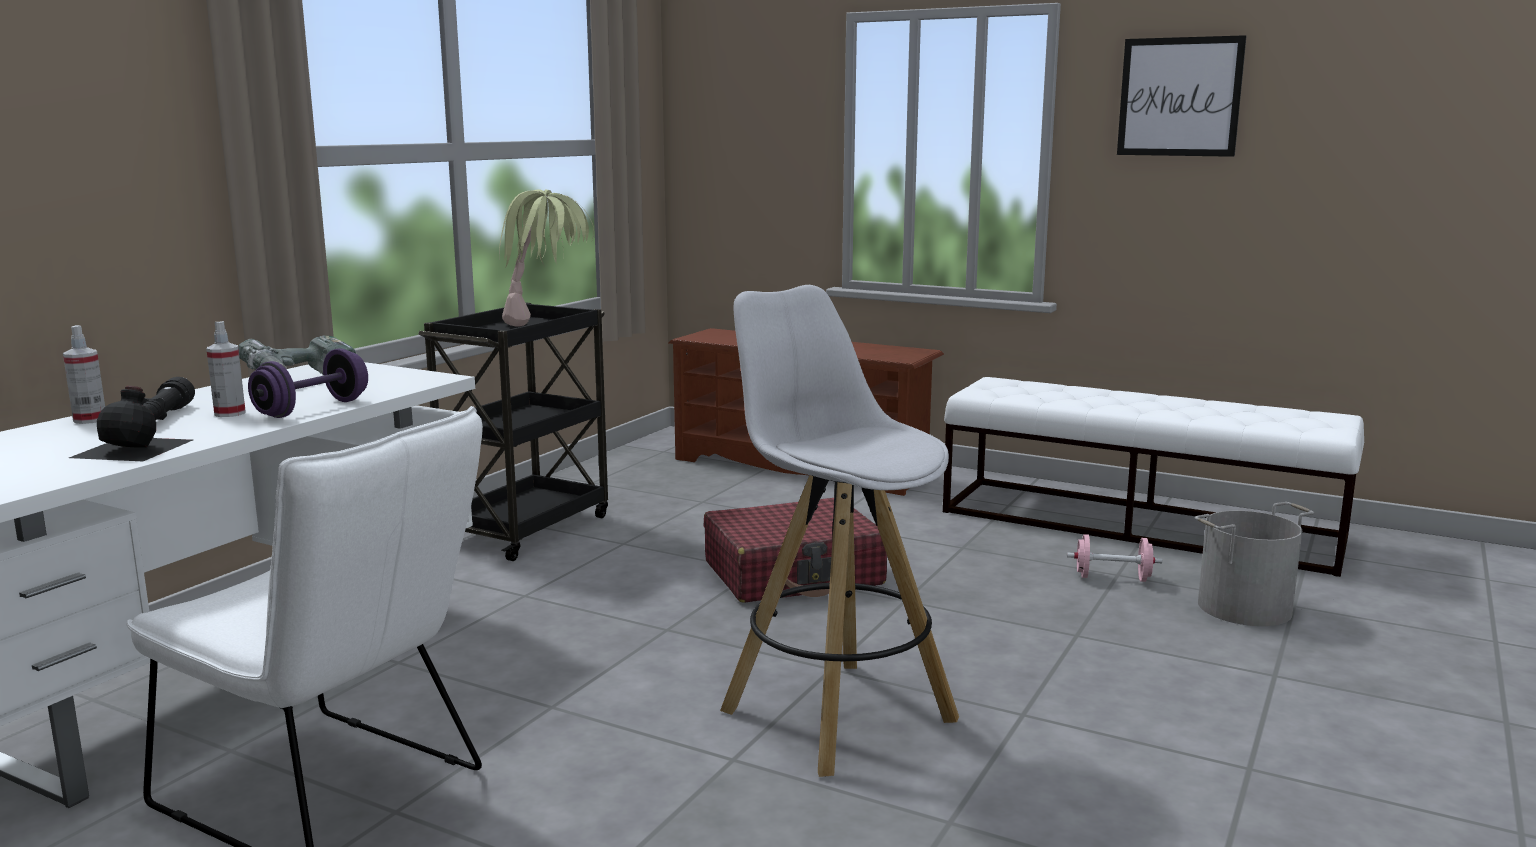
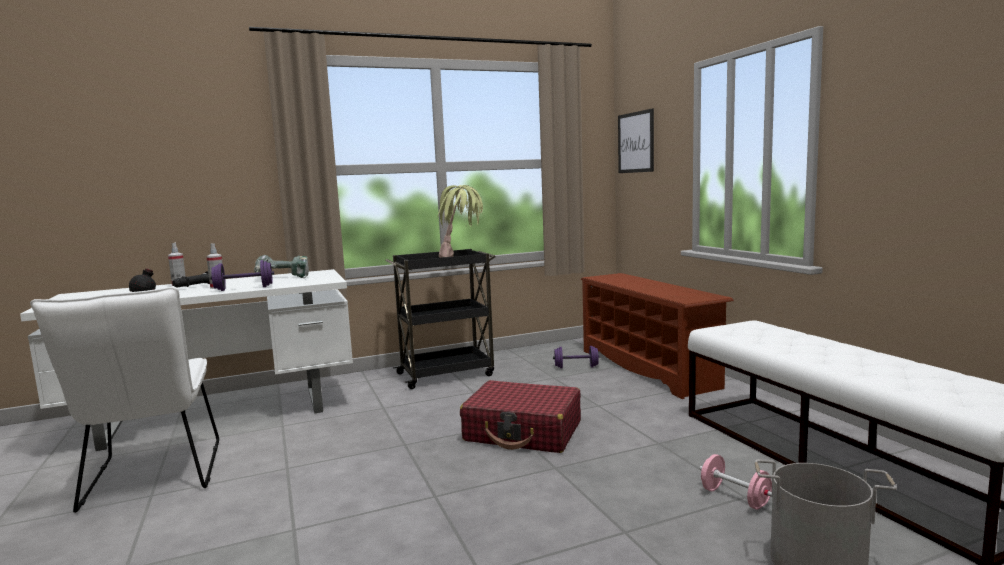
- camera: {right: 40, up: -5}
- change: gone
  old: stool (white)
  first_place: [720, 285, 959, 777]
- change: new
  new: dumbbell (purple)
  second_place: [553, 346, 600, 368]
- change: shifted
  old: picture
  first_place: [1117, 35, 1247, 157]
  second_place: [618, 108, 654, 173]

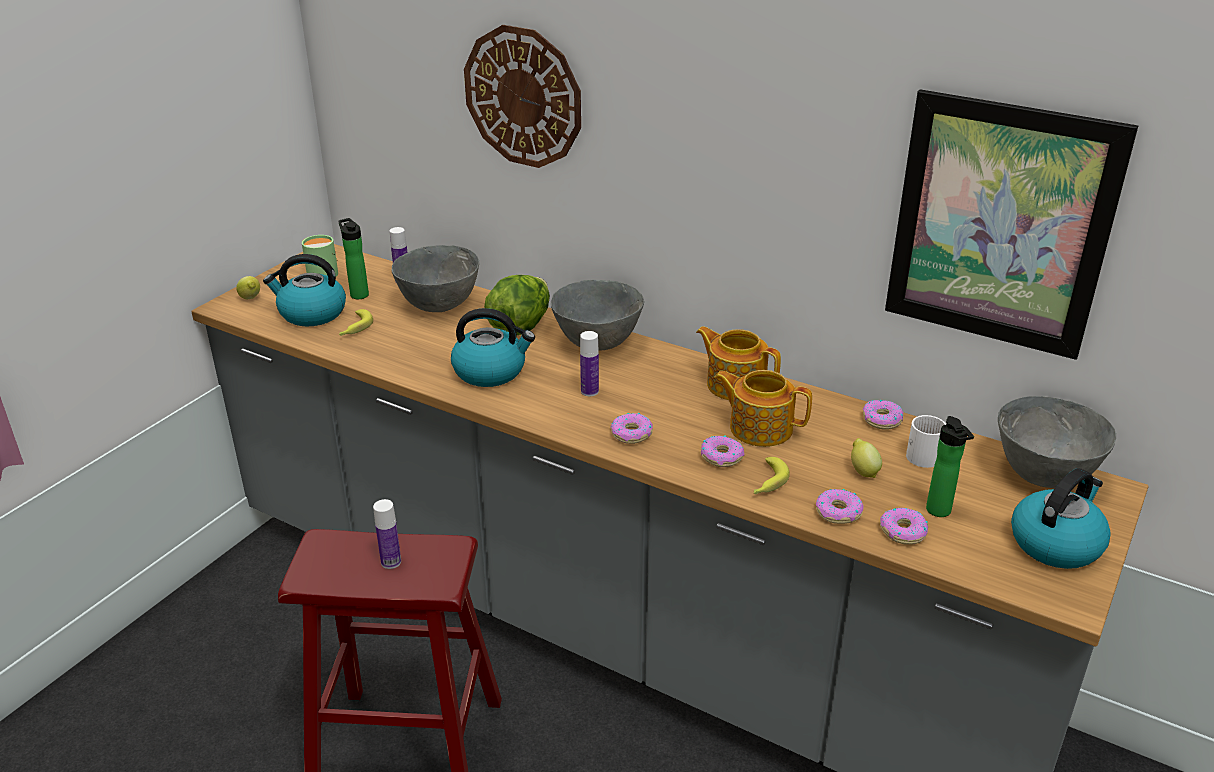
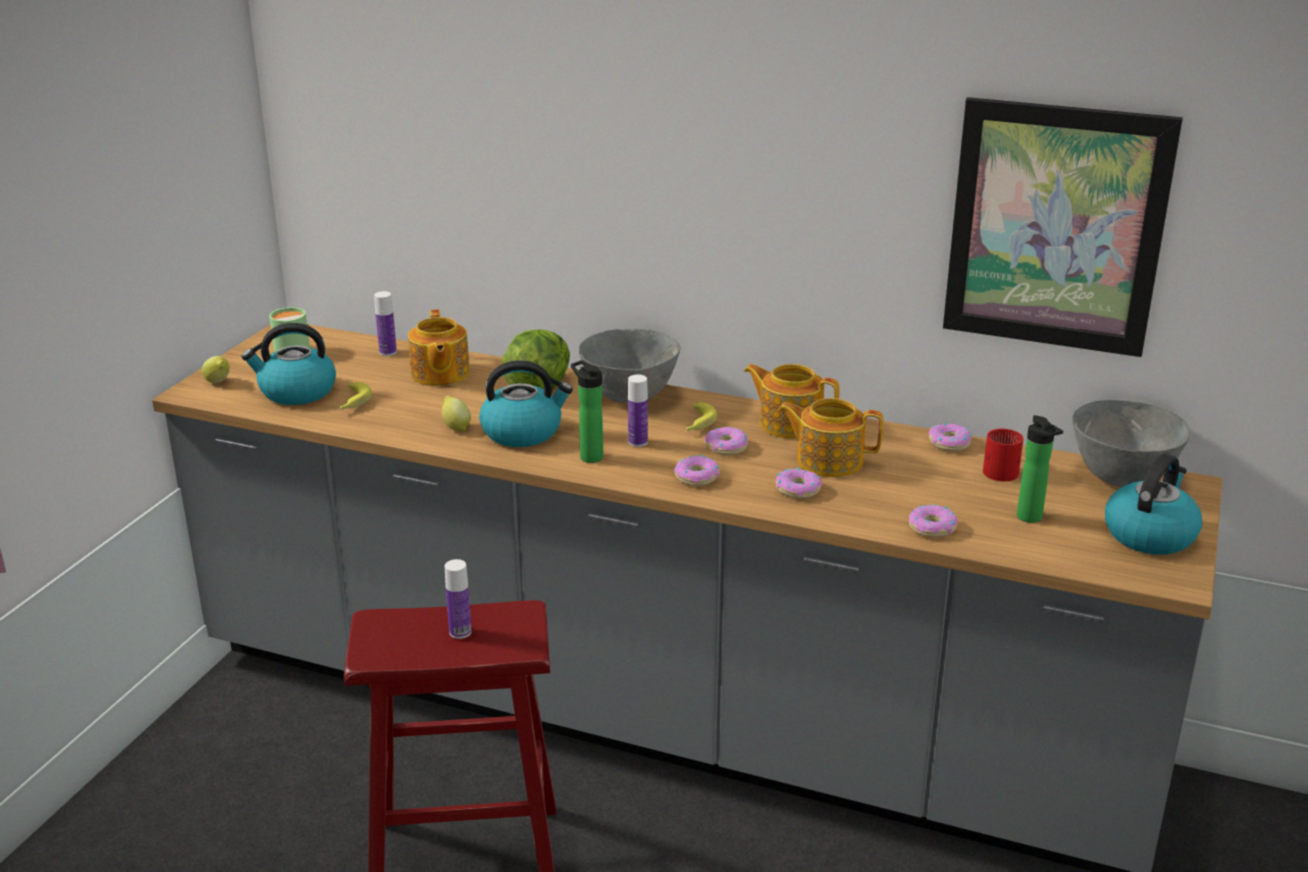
- camera: {right: -10, up: -5}
- change: gone
  old: wall clock
  first_place: [464, 25, 581, 168]
- change: shifted
  old: bottle
  first_place: [338, 218, 369, 299]
  second_place: [571, 360, 603, 463]
- change: shifted
  old: banana
  first_place: [754, 457, 790, 494]
  second_place: [686, 402, 717, 431]
- change: shifted
  old: lemon
  first_place: [851, 438, 882, 478]
  second_place: [442, 396, 471, 431]
- change: shifted
  old: donut
  first_place: [880, 508, 928, 545]
  second_place: [705, 427, 748, 455]
- change: swapped
  old: bowl (grey)
  new: teapot
  first_place: [392, 245, 479, 312]
  second_place: [408, 310, 470, 386]
- change: repainted
  old: mug (white)
  new: mug (red)
  first_place: [906, 415, 946, 468]
  second_place: [983, 429, 1023, 482]

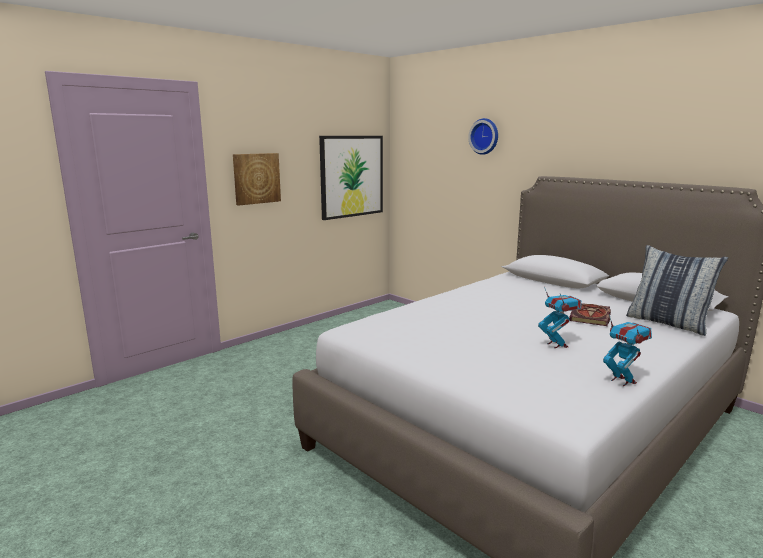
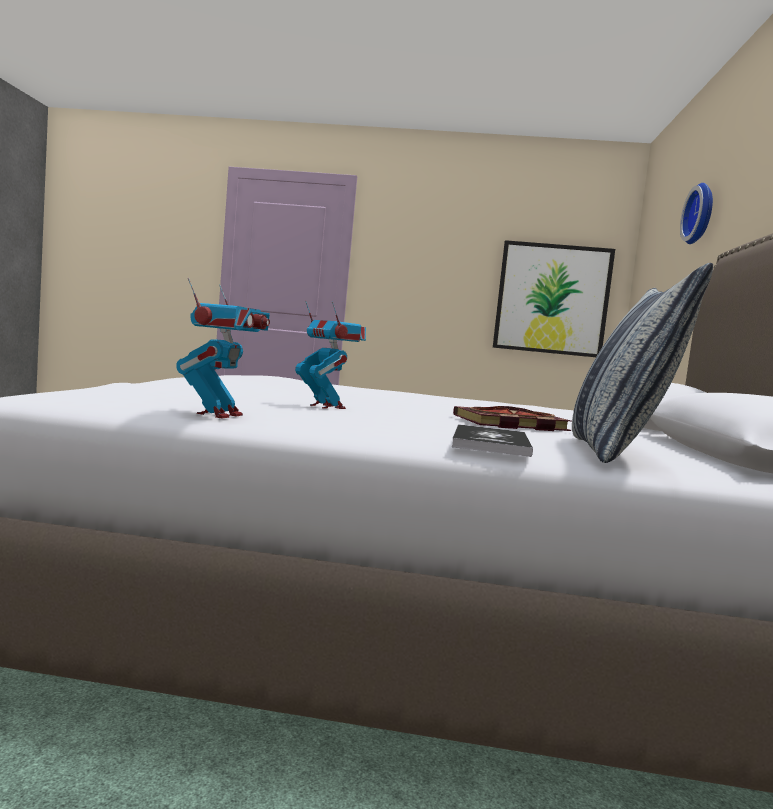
- camera: {right: 50, up: -10}
- change: gone
  old: picture
  first_place: [233, 153, 281, 206]
- change: new
  new: book
  second_place: [452, 424, 533, 457]
- change: rotated
  old: toy robot
  first_place: [538, 287, 581, 348]
  second_place: [295, 301, 366, 409]
  degrees: -75

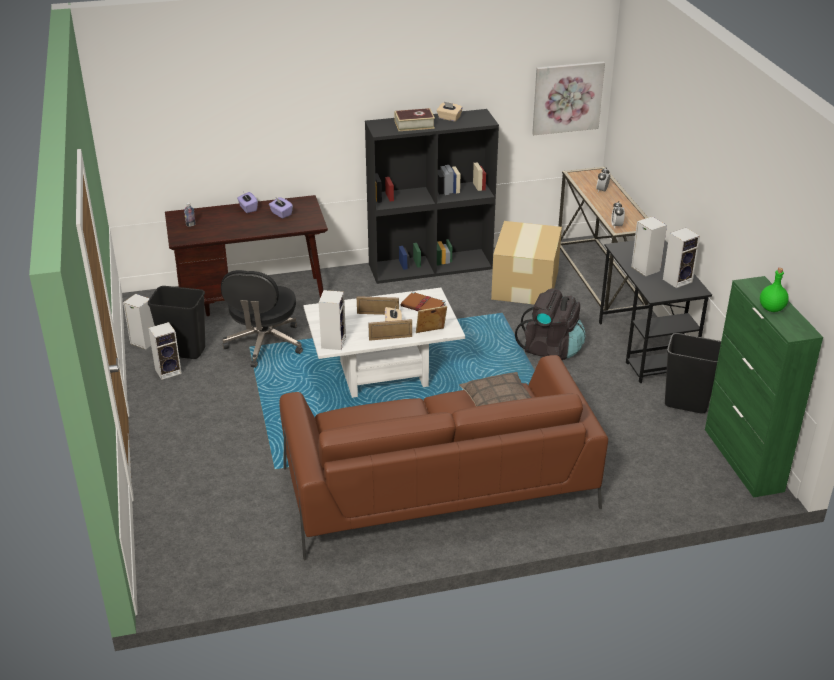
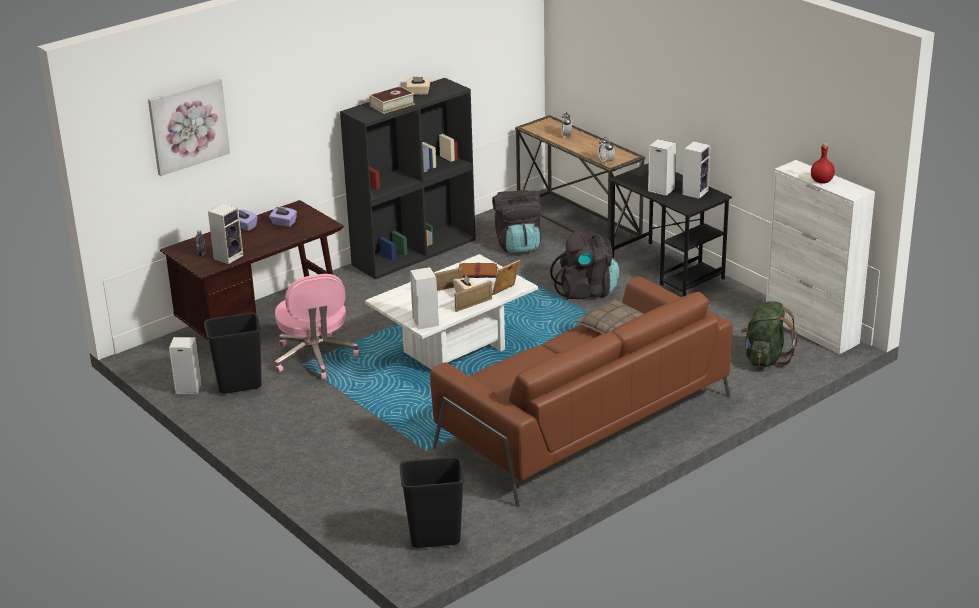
- camera: {right: -25, up: -5}
- change: new
  new: backpack (green)
  second_place: [741, 301, 798, 367]
- change: shifted
  old: speaker
  first_place: [148, 322, 182, 380]
  second_place: [208, 203, 243, 264]
- change: shifted
  old: picture
  first_place: [532, 62, 605, 135]
  second_place: [148, 78, 230, 176]
- change: shifted
  old: trash can (black)
  first_place: [665, 333, 721, 413]
  second_place: [400, 457, 465, 548]
- change: swapped
  old: cardboard box
  new: backpack (black)
  first_place: [491, 221, 562, 304]
  second_place: [492, 190, 542, 253]
- change: repainted
  old: office chair (black)
  new: office chair (pink)
  first_place: [221, 270, 303, 368]
  second_place: [275, 274, 359, 379]
- change: repainted
  old: cabinet (green)
  new: cabinet (white)
  first_place: [705, 276, 823, 498]
  second_place: [766, 160, 875, 354]
- change: repainted
  old: bottle (green)
  new: bottle (red)
  first_place: [760, 268, 789, 312]
  second_place: [811, 143, 835, 184]

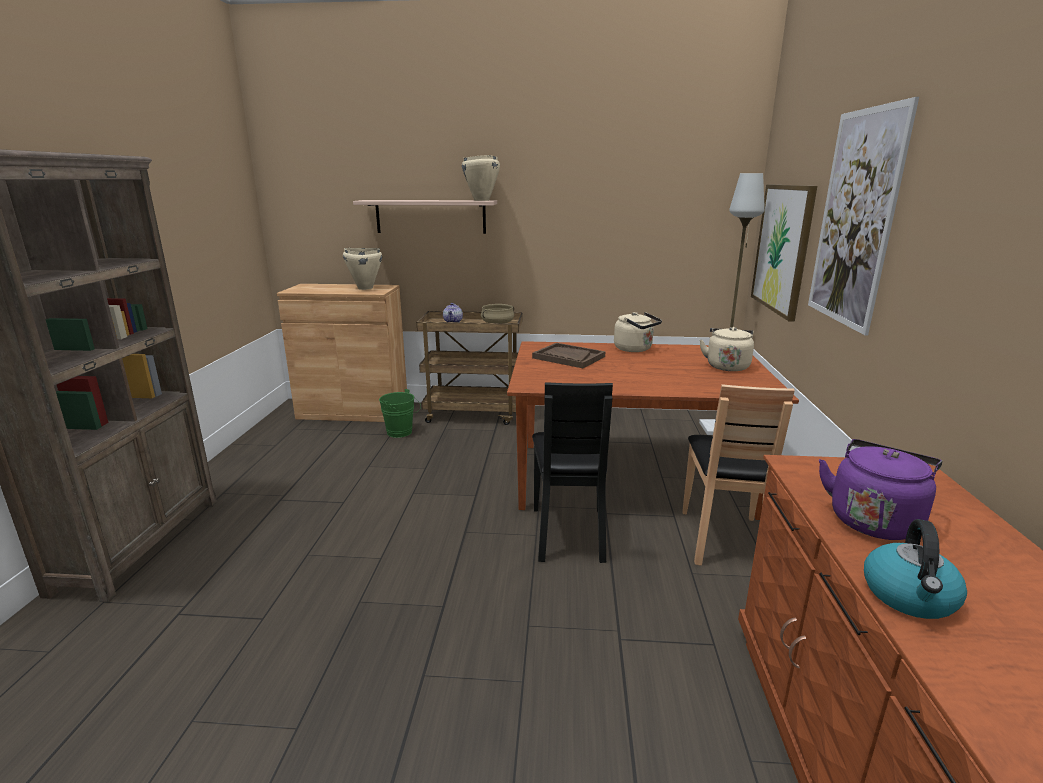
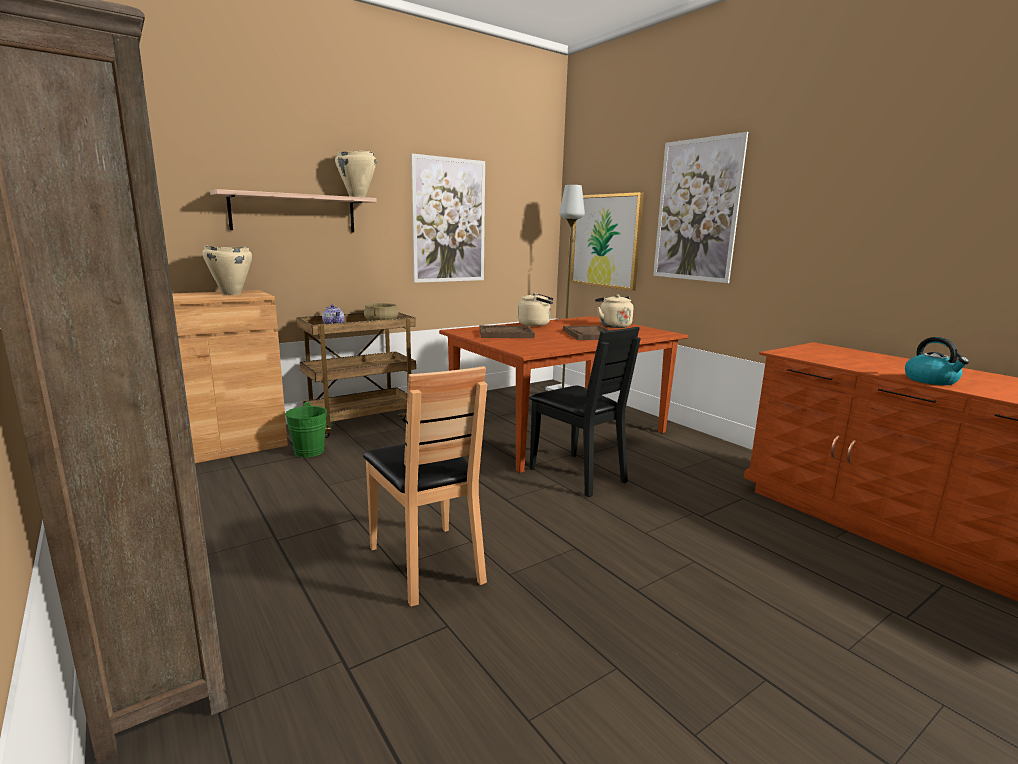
- camera: {right: -40, up: -5}
- change: gone
  old: kettle (purple)
  first_place: [819, 439, 942, 540]
- change: new
  new: picture
  second_place: [411, 153, 485, 283]
- change: new
  new: tray (brown)
  second_place: [563, 325, 609, 340]
- change: shifted
  old: chair (brown)
  first_place: [682, 384, 795, 566]
  second_place: [363, 366, 487, 607]

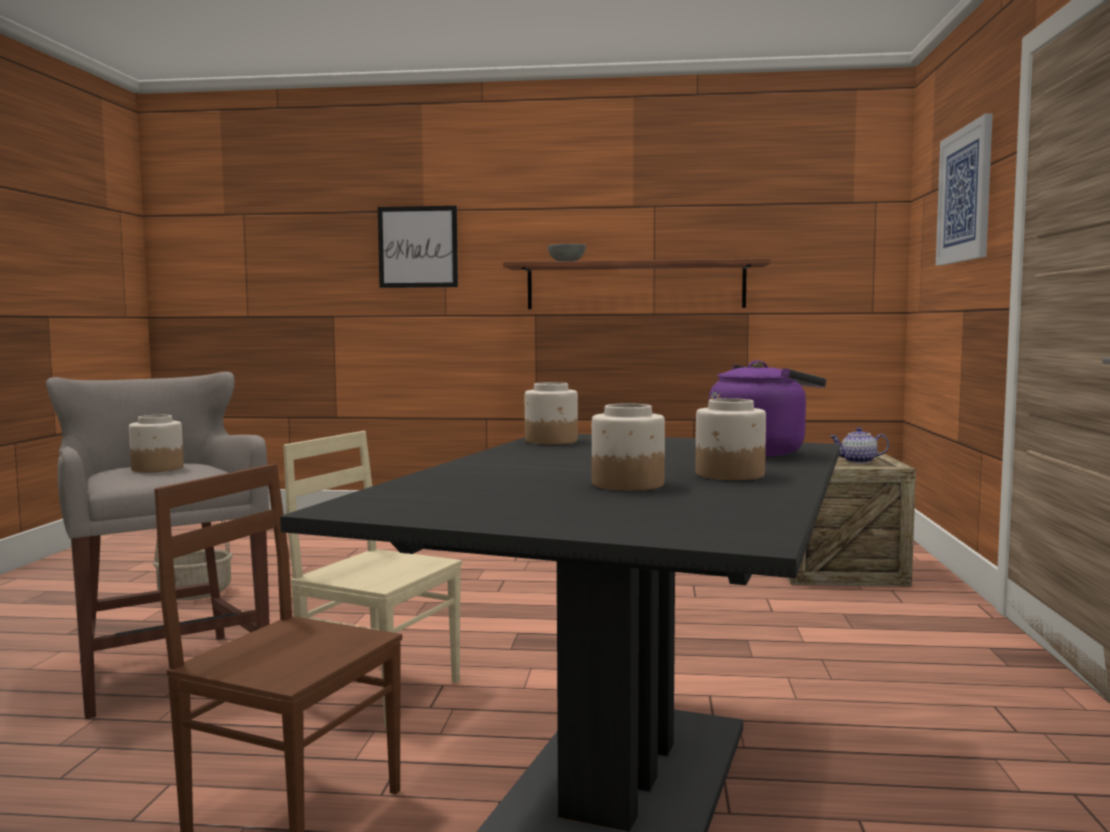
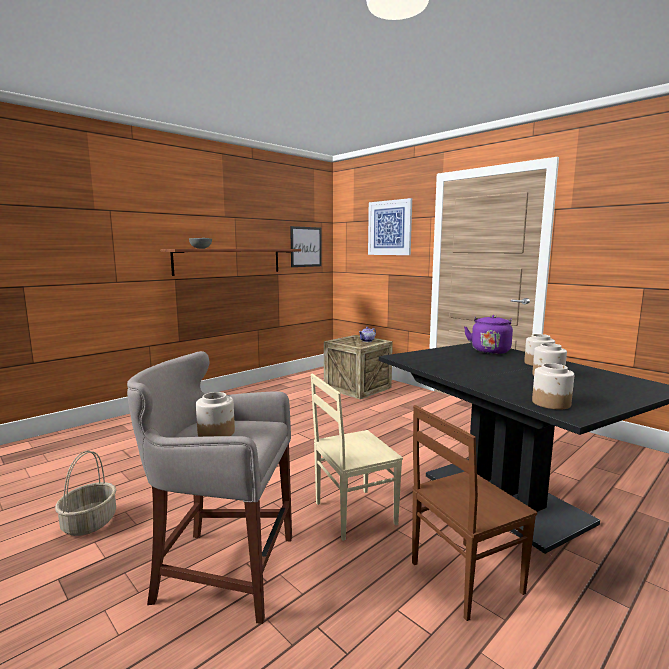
- camera: {right: -50, up: 5}
- change: shifted
  old: picture
  first_place: [378, 206, 458, 288]
  second_place: [290, 226, 322, 267]
- change: shifted
  old: jar
  first_place: [525, 382, 578, 444]
  second_place: [532, 363, 574, 409]

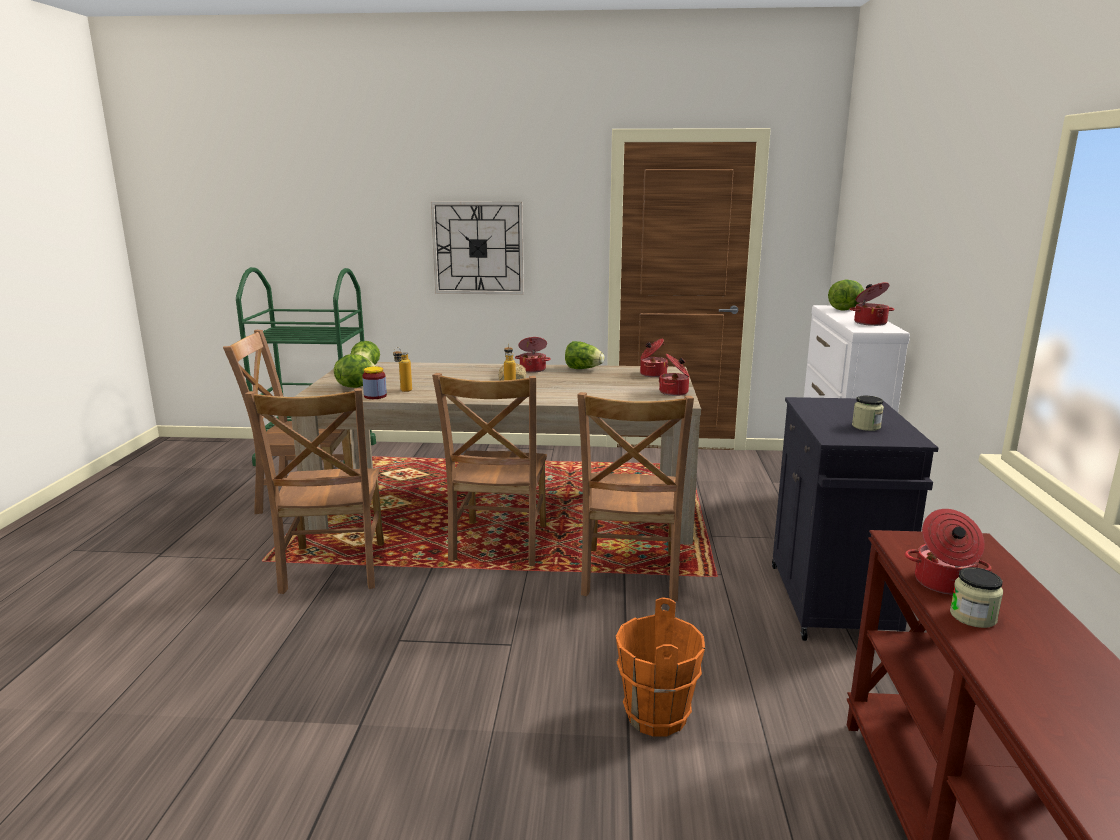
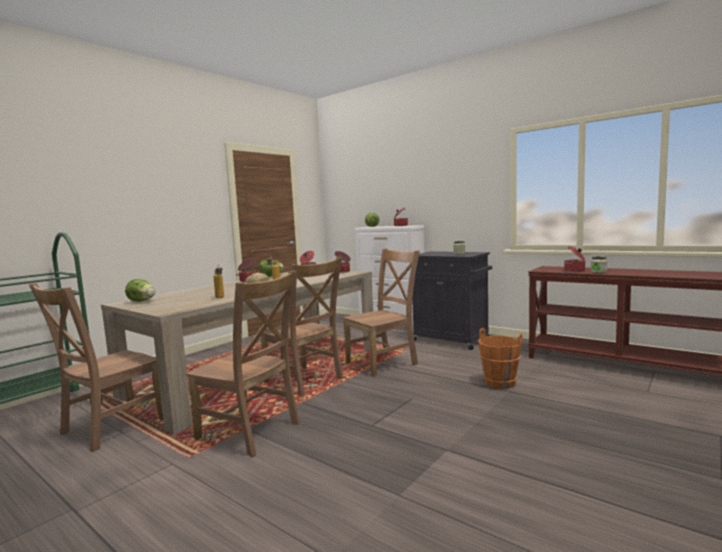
- camera: {right: -55, up: -10}
- change: gone
  old: lettuce
  first_place: [334, 354, 376, 388]
- change: gone
  old: jar
  first_place: [362, 366, 387, 399]
- change: gone
  old: wall clock
  first_place: [431, 201, 524, 294]
- change: rotated
  old: chair (brown)
  first_place: [577, 392, 694, 601]
  second_place: [342, 248, 420, 377]
  degrees: -75

